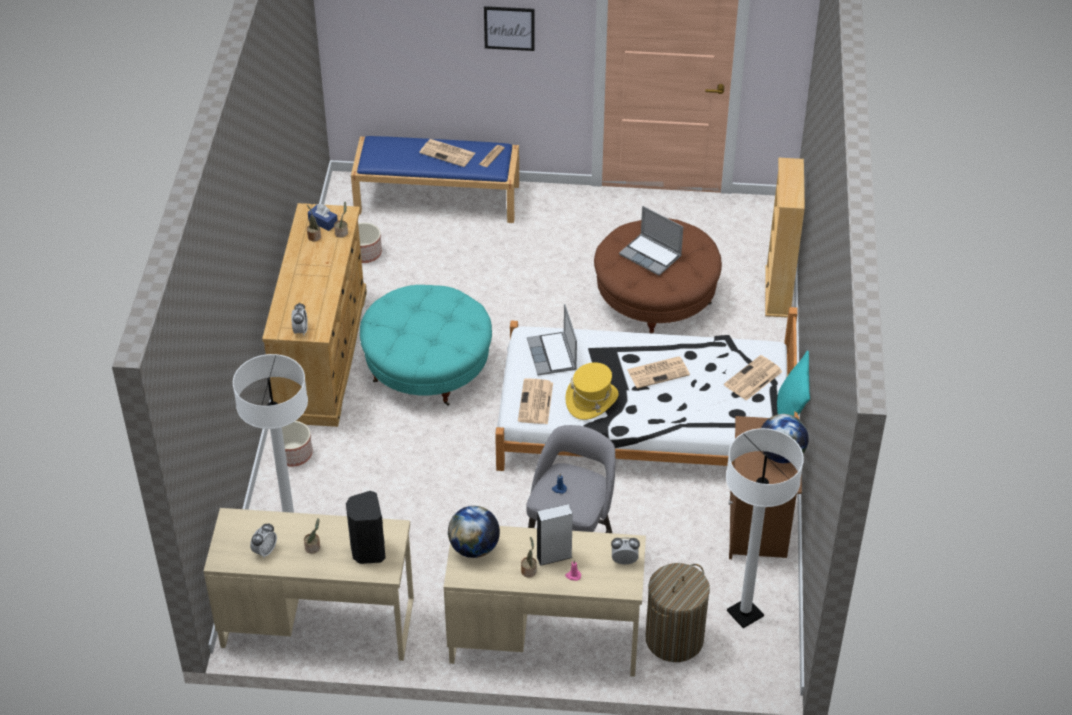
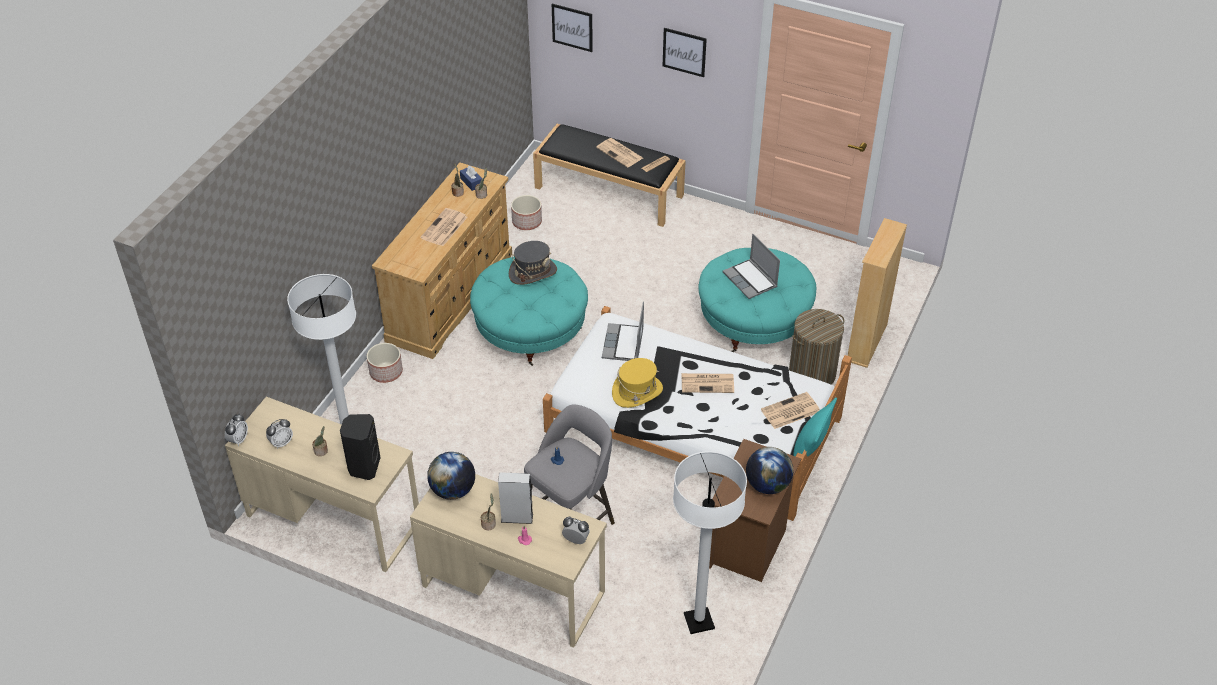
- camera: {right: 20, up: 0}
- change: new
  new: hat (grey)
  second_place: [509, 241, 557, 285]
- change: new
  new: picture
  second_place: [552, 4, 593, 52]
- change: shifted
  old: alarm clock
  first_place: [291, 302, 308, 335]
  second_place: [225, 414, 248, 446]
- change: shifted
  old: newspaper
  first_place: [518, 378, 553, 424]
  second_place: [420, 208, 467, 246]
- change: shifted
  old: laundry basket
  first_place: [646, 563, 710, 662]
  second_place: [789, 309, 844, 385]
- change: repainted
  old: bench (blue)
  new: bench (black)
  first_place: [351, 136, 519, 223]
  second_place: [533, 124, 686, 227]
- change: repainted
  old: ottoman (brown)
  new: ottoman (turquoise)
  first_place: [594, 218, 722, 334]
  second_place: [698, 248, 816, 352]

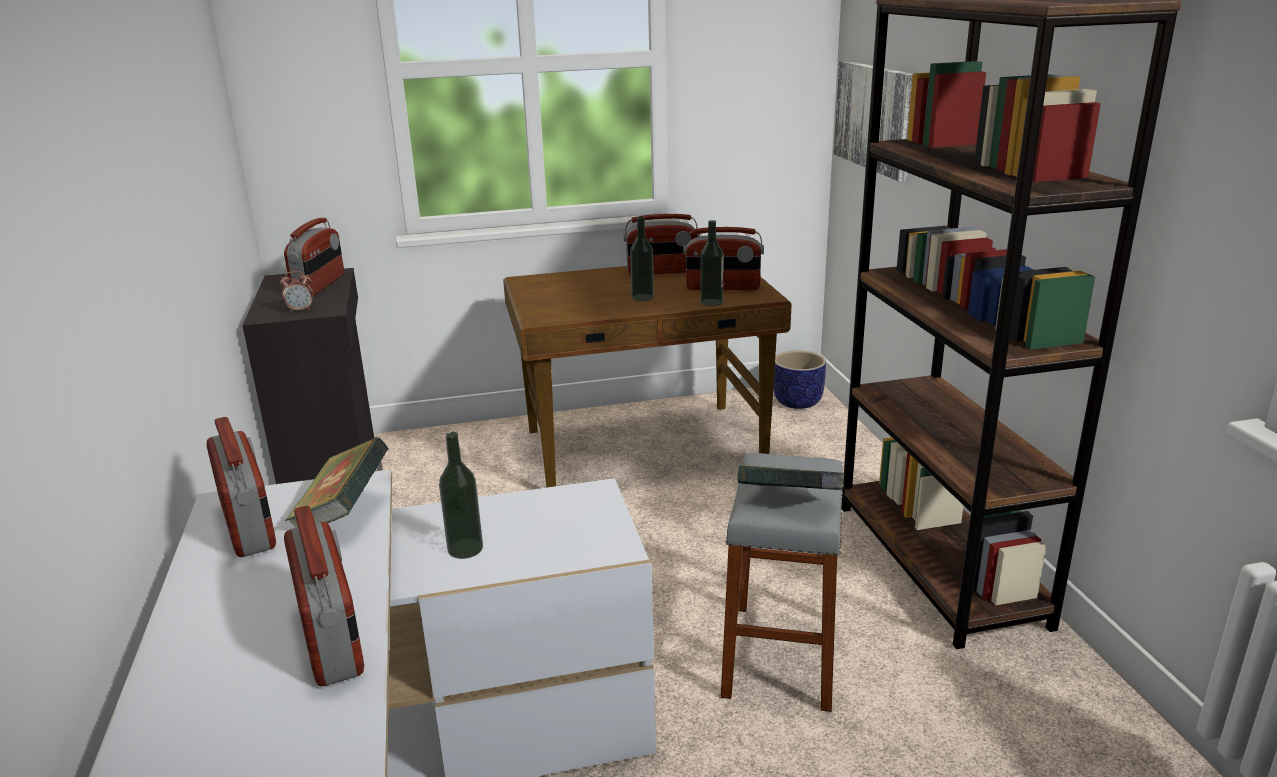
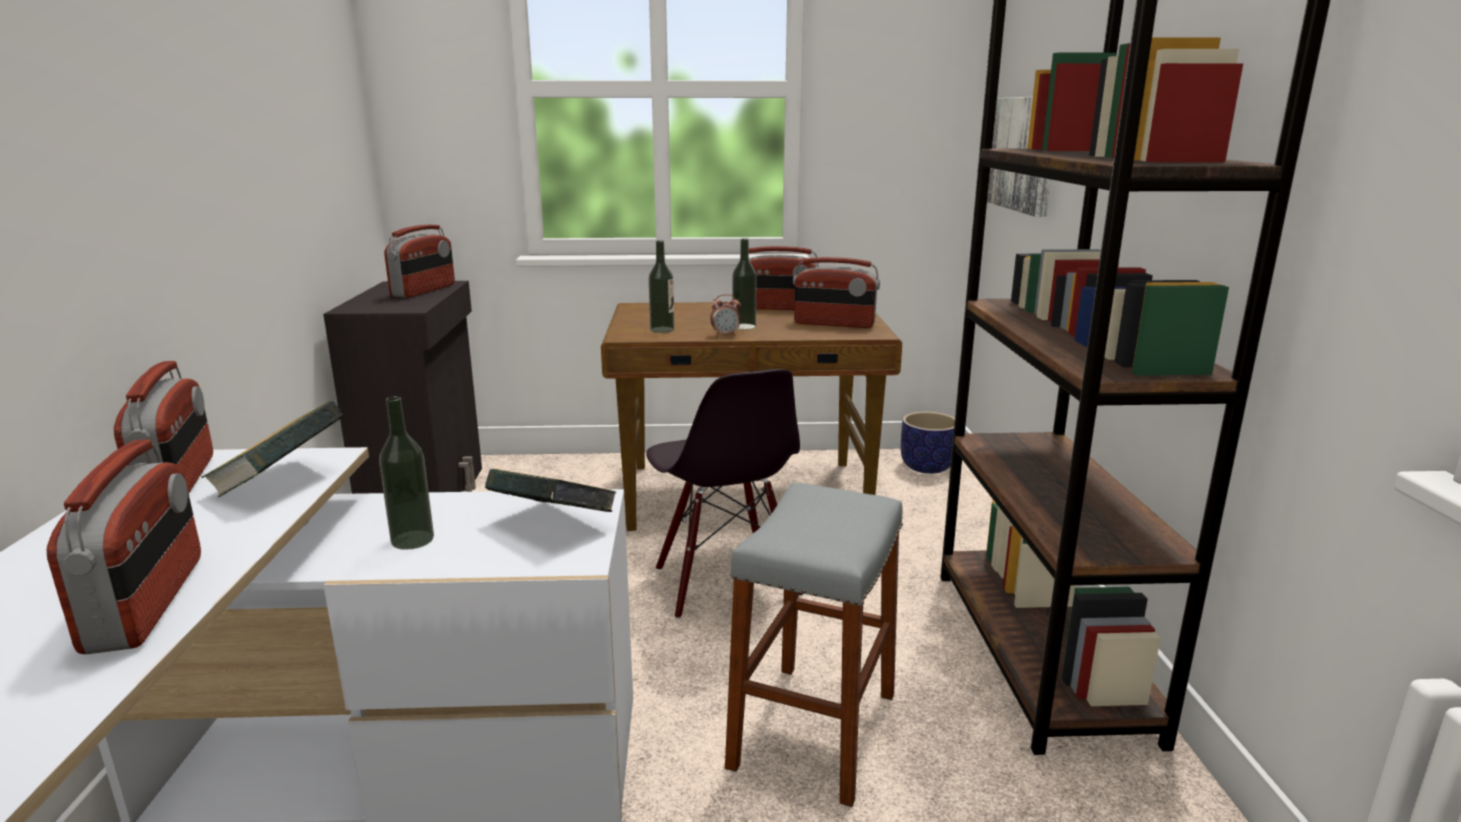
- camera: {right: 10, up: -5}
- change: new
  new: chair (black)
  second_place: [646, 369, 803, 619]
- change: shifted
  old: alarm clock
  first_place: [280, 271, 313, 313]
  second_place: [710, 294, 741, 336]
- change: shifted
  old: bottle
  first_place: [700, 220, 724, 306]
  second_place: [649, 240, 674, 333]
- change: shifted
  old: book
  first_place: [737, 465, 844, 490]
  second_place: [485, 469, 617, 512]

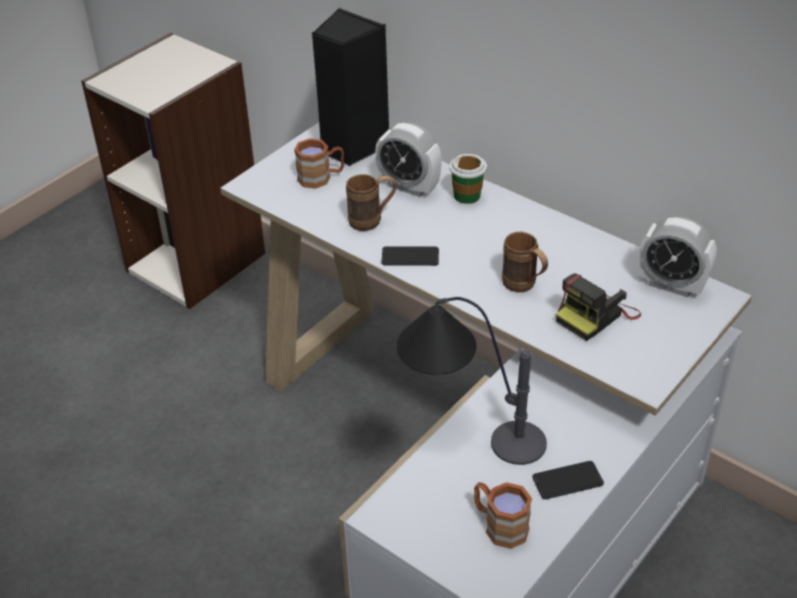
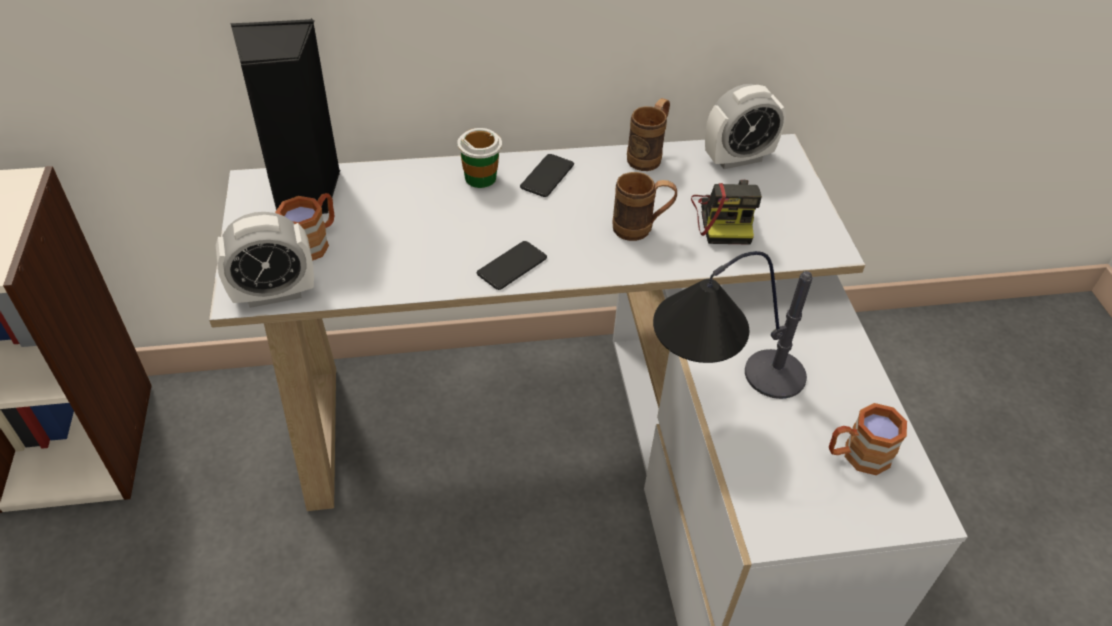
- camera: {right: -50, up: 5}
- change: shifted
  old: mug (brown)
  first_place: [346, 174, 396, 231]
  second_place: [627, 98, 670, 171]
- change: shifted
  old: alarm clock
  first_place: [375, 123, 442, 197]
  second_place: [216, 212, 314, 308]
- change: shifted
  old: phone
  first_place: [532, 461, 604, 499]
  second_place: [520, 154, 574, 197]

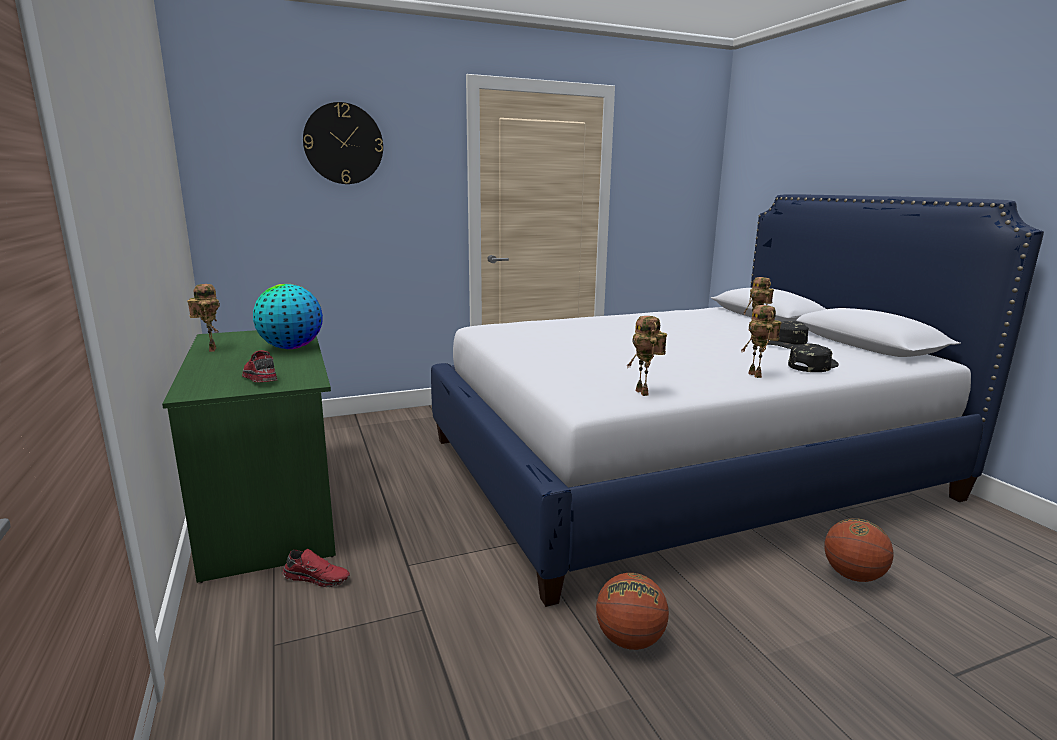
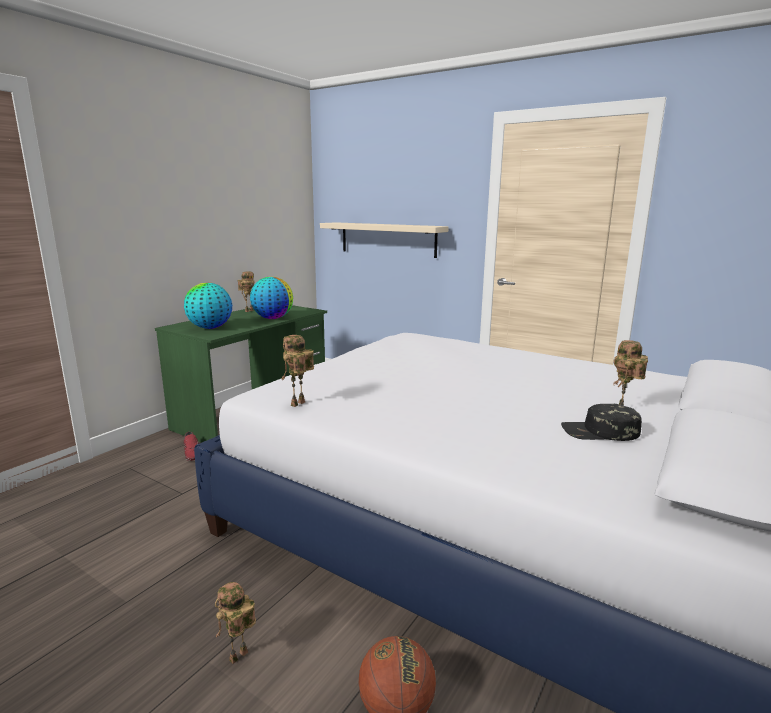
- camera: {right: 55, up: 0}
- change: gone
  old: wall clock
  first_place: [303, 102, 383, 184]
- change: gone
  old: basketball
  first_place: [596, 573, 669, 650]
- change: gone
  old: cap (black)
  first_place: [788, 343, 839, 372]
- change: new
  new: shelf (beige)
  second_place: [320, 222, 448, 258]
- change: shifted
  old: toy robot
  first_place: [741, 305, 782, 378]
  second_place: [215, 582, 256, 664]
- change: swapped
  old: shoe (red)
  new: globe
  first_place: [242, 350, 277, 382]
  second_place: [184, 283, 232, 329]

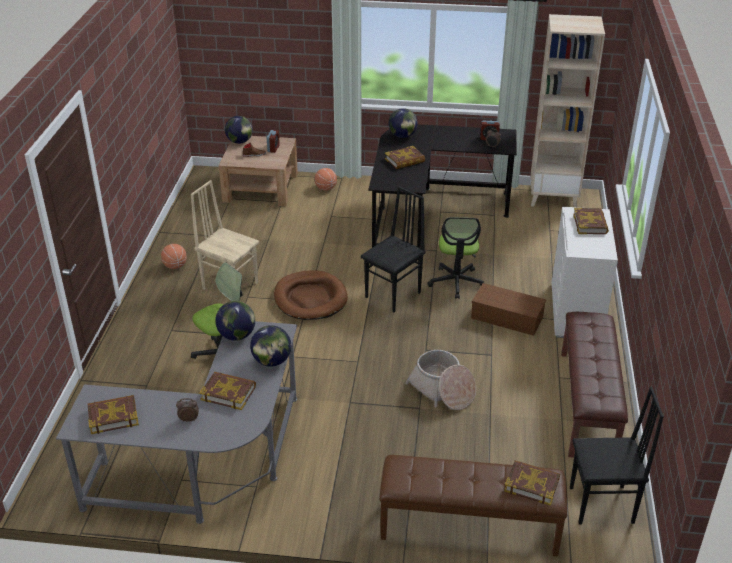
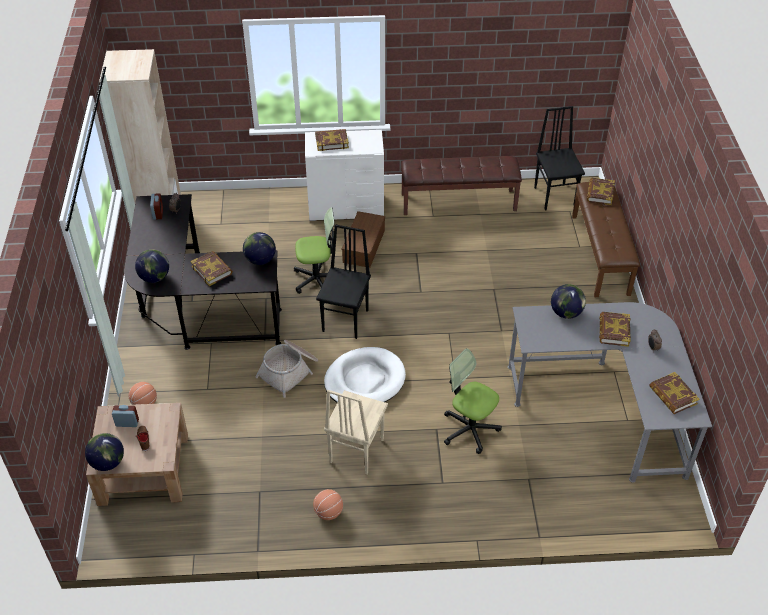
- camera: {right: -100, up: 10}
- change: shifted
  old: globe
  first_place: [215, 301, 255, 341]
  second_place: [243, 232, 276, 265]
- change: shifted
  old: basket
  first_place: [405, 350, 476, 410]
  second_place: [255, 340, 318, 398]
- change: repainted
  old: dog bed (brown)
  new: dog bed (white)
  first_place: [274, 270, 348, 320]
  second_place: [324, 347, 406, 403]
- change: rotated
  old: chair (black)
  first_place: [361, 187, 426, 312]
  second_place: [316, 224, 371, 339]
  degrees: 75

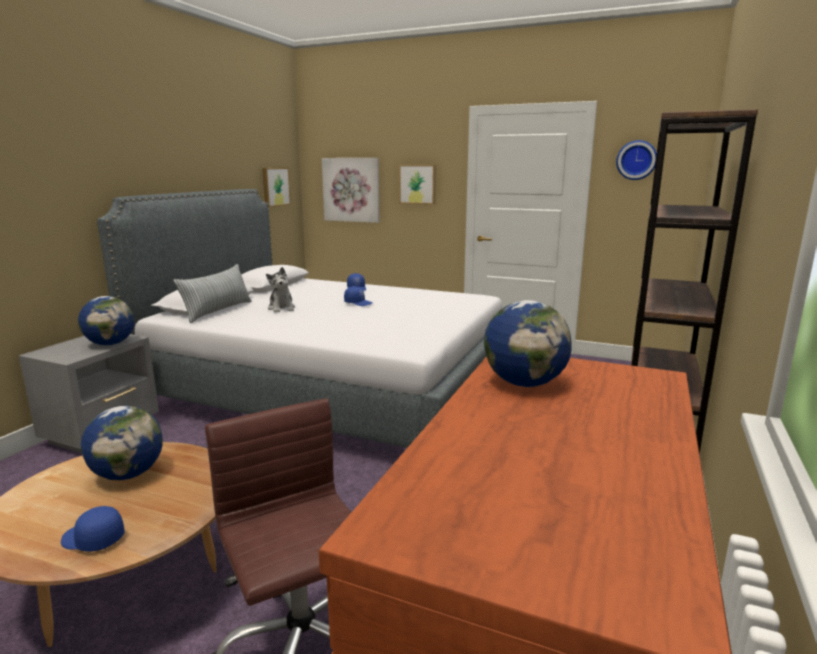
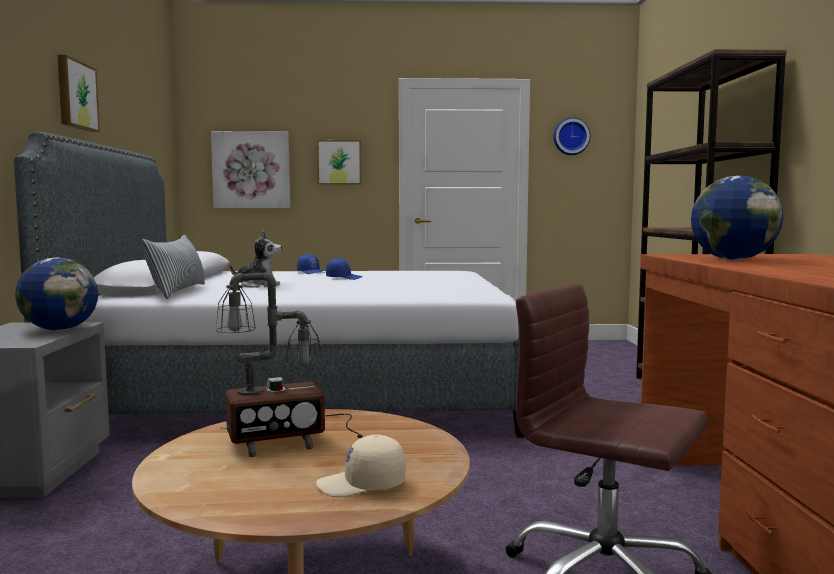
- camera: {right: -25, up: -10}
- change: shifted
  old: picture
  first_place: [262, 168, 291, 207]
  second_place: [57, 55, 100, 132]
- change: swapped
  old: globe
  new: table lamp
  first_place: [81, 406, 163, 480]
  second_place: [216, 272, 363, 457]
- change: repainted
  old: cap (blue)
  new: cap (beige)
  first_place: [61, 506, 125, 552]
  second_place: [316, 435, 406, 497]
- change: rotated
  old: plush toy
  first_place: [266, 267, 295, 313]
  second_place: [230, 231, 282, 288]
  degrees: -45

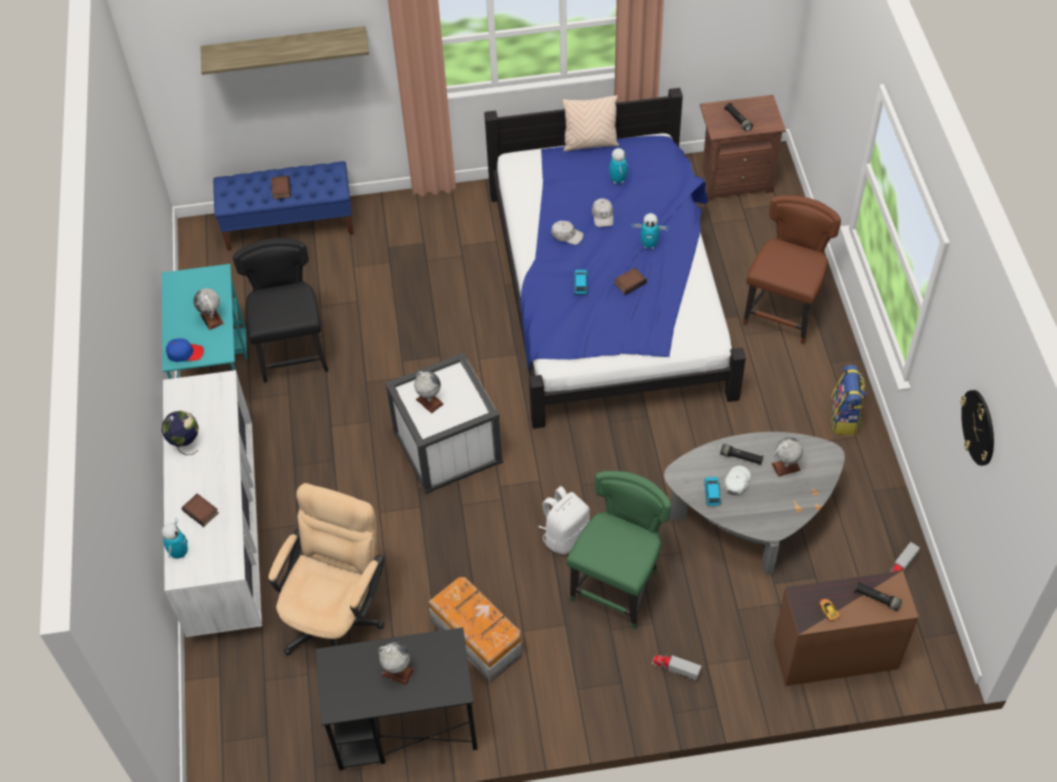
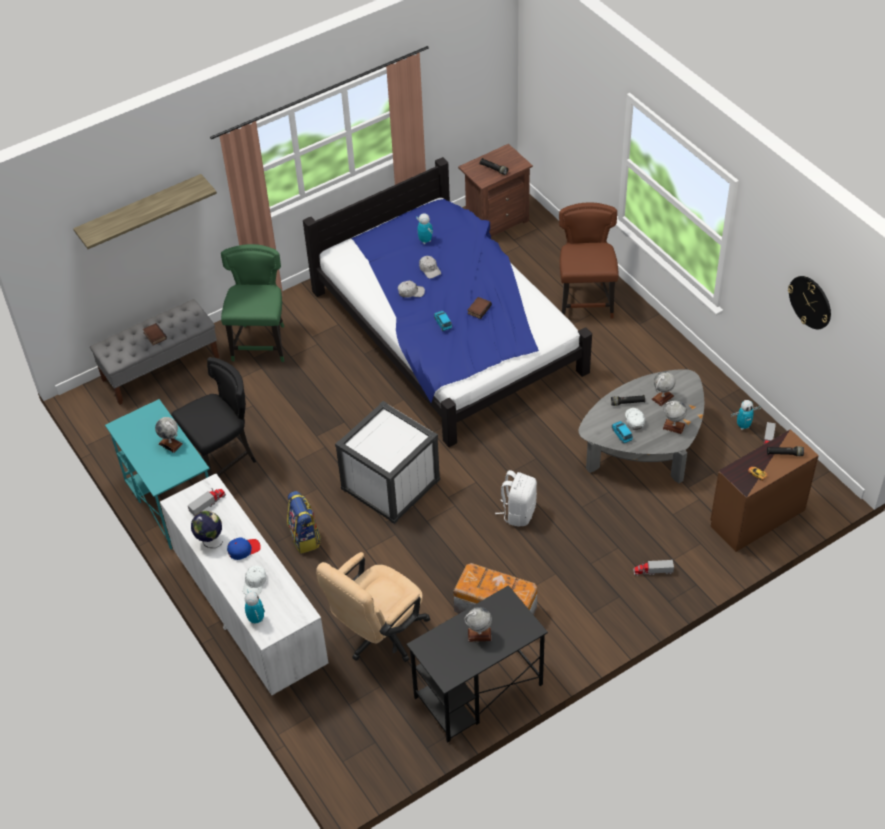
- camera: {right: -25, up: -5}
- change: gone
  old: pillow (beige)
  first_place: [562, 95, 619, 151]
- change: new
  new: toy truck
  second_place: [188, 488, 226, 516]
- change: shifted
  old: cap (blue)
  first_place: [166, 338, 204, 362]
  second_place: [227, 537, 261, 560]
- change: shifted
  old: globe
  first_place: [414, 371, 444, 413]
  second_place: [663, 400, 687, 434]
- change: shifted
  old: chair (green)
  first_place: [566, 471, 671, 630]
  second_place: [221, 244, 284, 362]
- change: shifted
  old: toy robot
  first_place: [632, 213, 669, 249]
  second_place: [731, 400, 761, 430]
- change: shifted
  old: backpack
  first_place: [830, 365, 866, 435]
  second_place: [287, 491, 321, 554]
- change: swapped
  old: book
  new: cap (white)
  first_place: [182, 493, 219, 527]
  second_place: [243, 566, 267, 595]
- change: repainted
  old: bench (blue)
  new: bench (grey)
  first_place: [213, 161, 354, 251]
  second_place: [90, 299, 219, 405]
- change: rotated
  old: chair (black)
  first_place: [233, 238, 328, 383]
  second_place: [171, 357, 256, 476]
  degrees: 90
- change: rotated
  old: office chair (beige)
  first_place: [269, 483, 385, 656]
  second_place: [316, 552, 430, 662]
  degrees: -135

